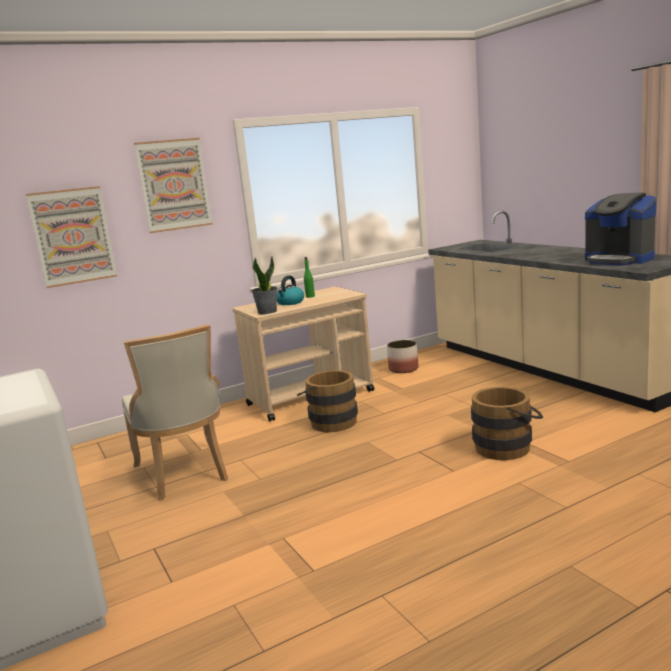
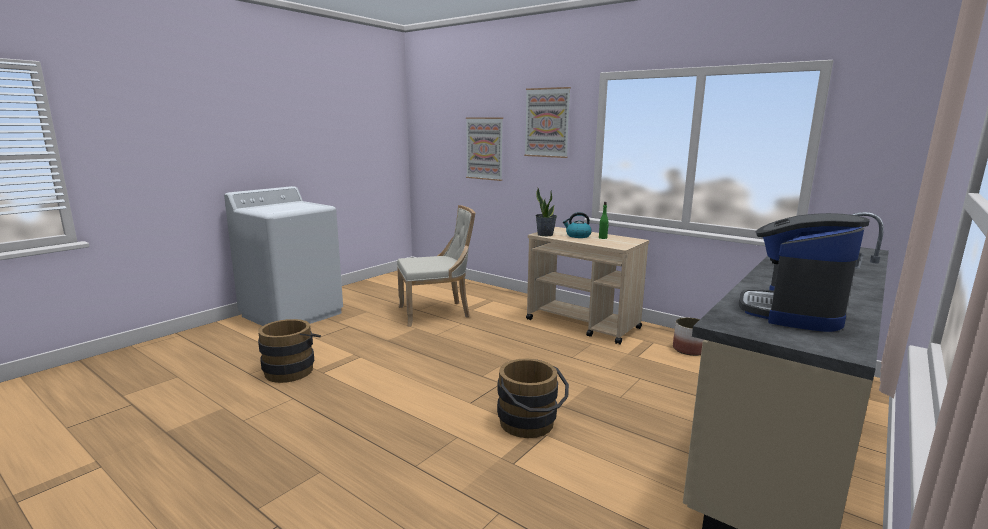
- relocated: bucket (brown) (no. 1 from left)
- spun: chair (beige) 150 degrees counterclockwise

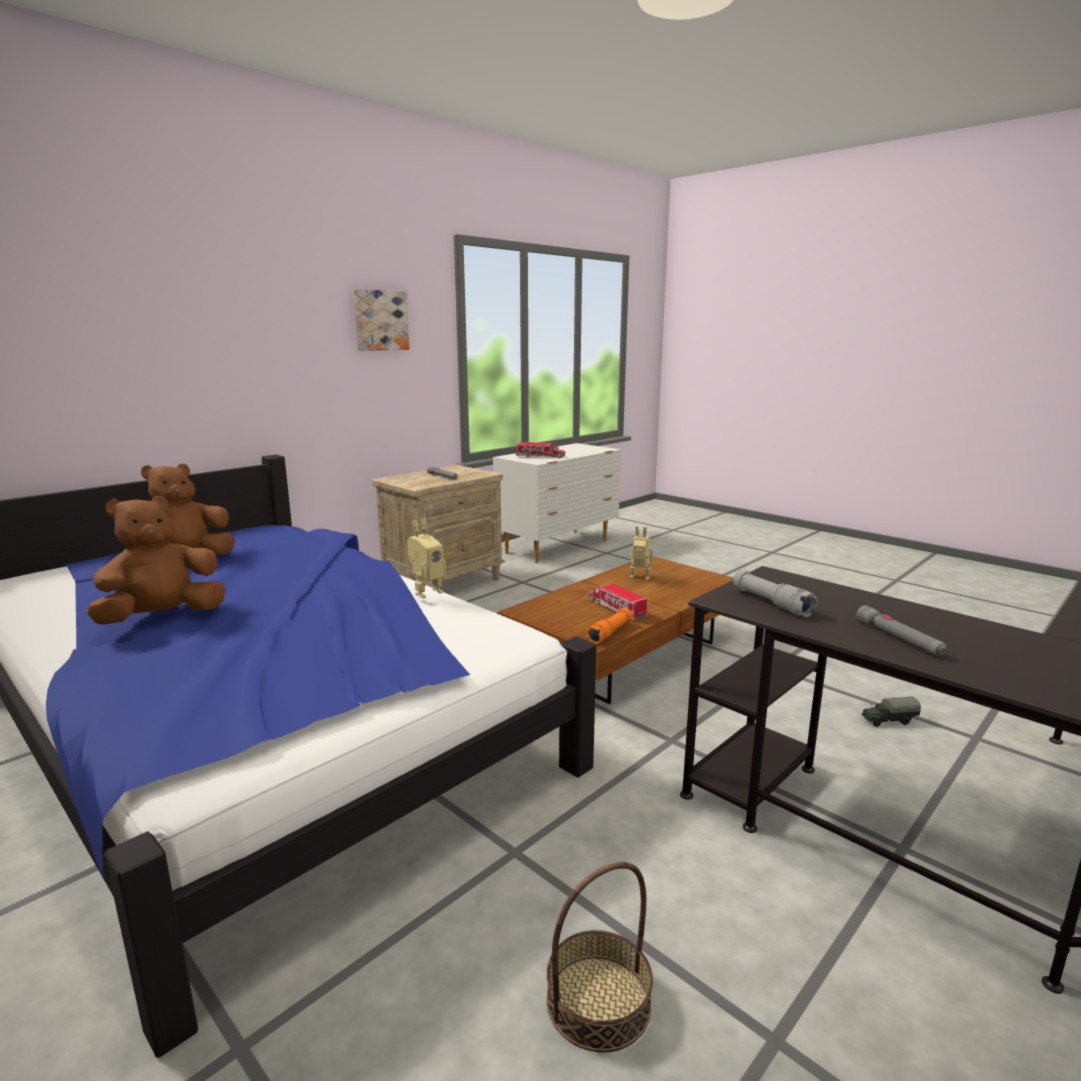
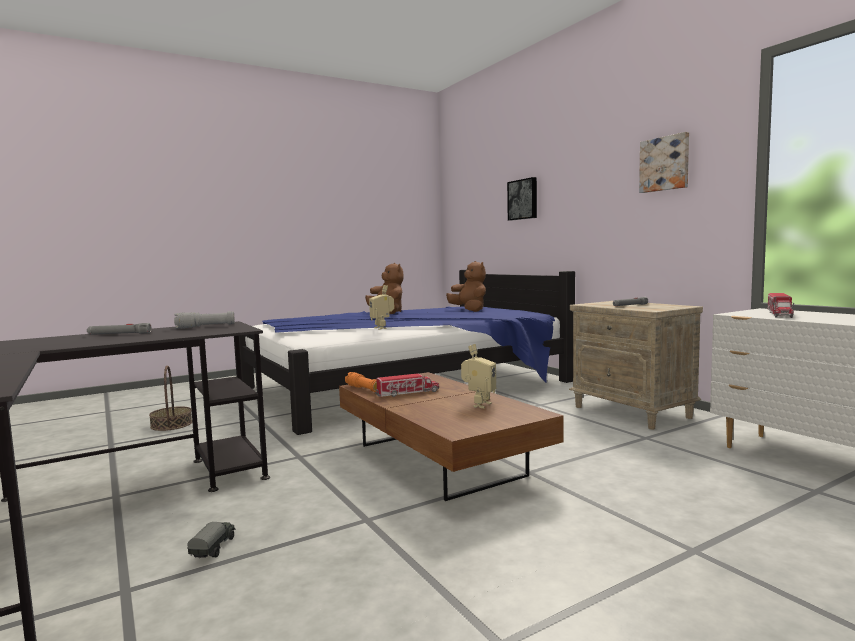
- appeared: picture (no. 1 from left)

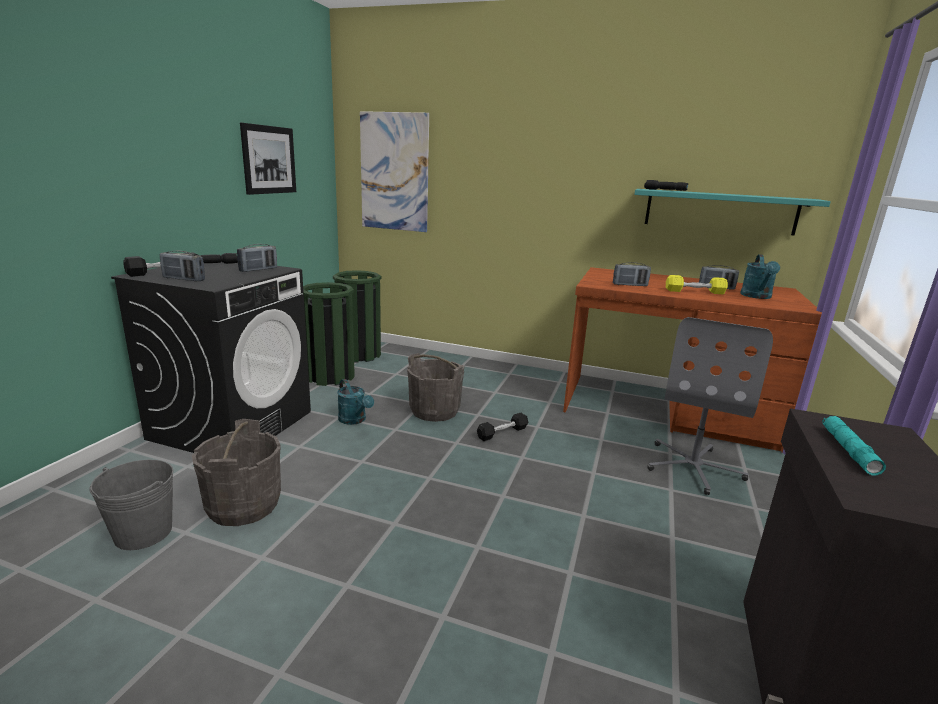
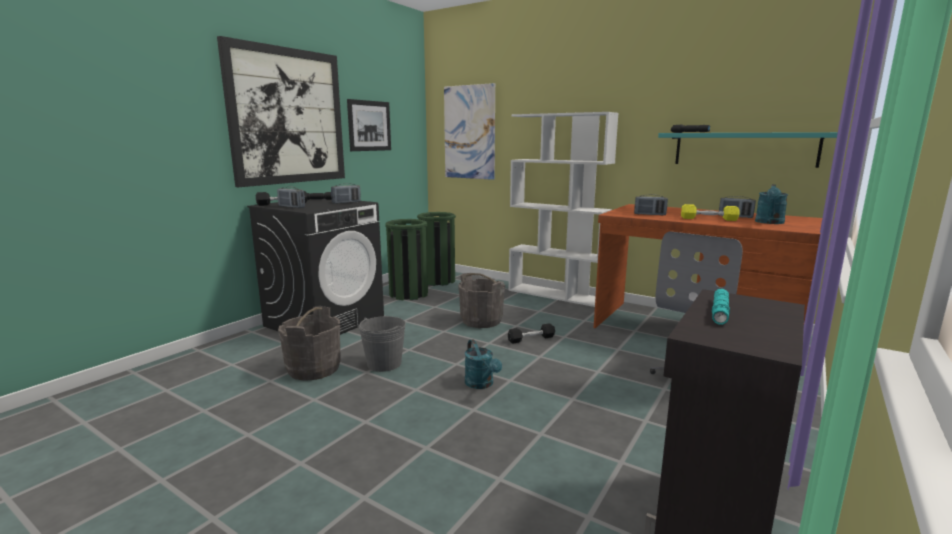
- appeared: picture (no. 1 from left)
- relocated: bucket (grey) (no. 1 from left in the first image) to bucket (grey) (no. 2 from left)
- relocated: watering can (turquoise) (no. 1 from left)
- appeared: bookcase (white)

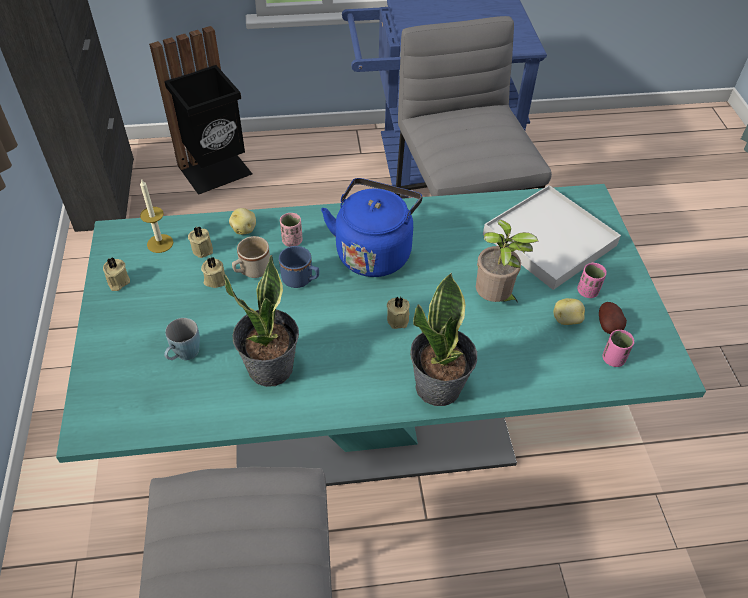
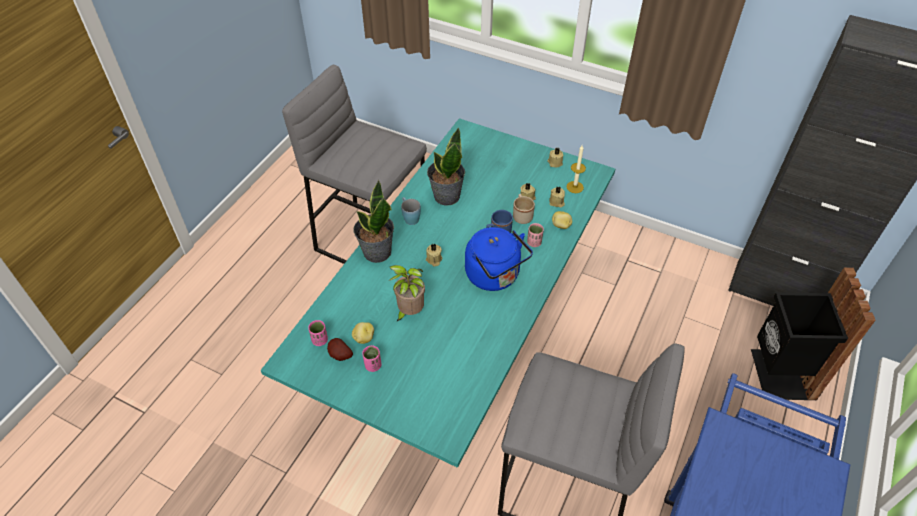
- relocated: mug (blue) (no. 1 from left)
- missing: tray (white)

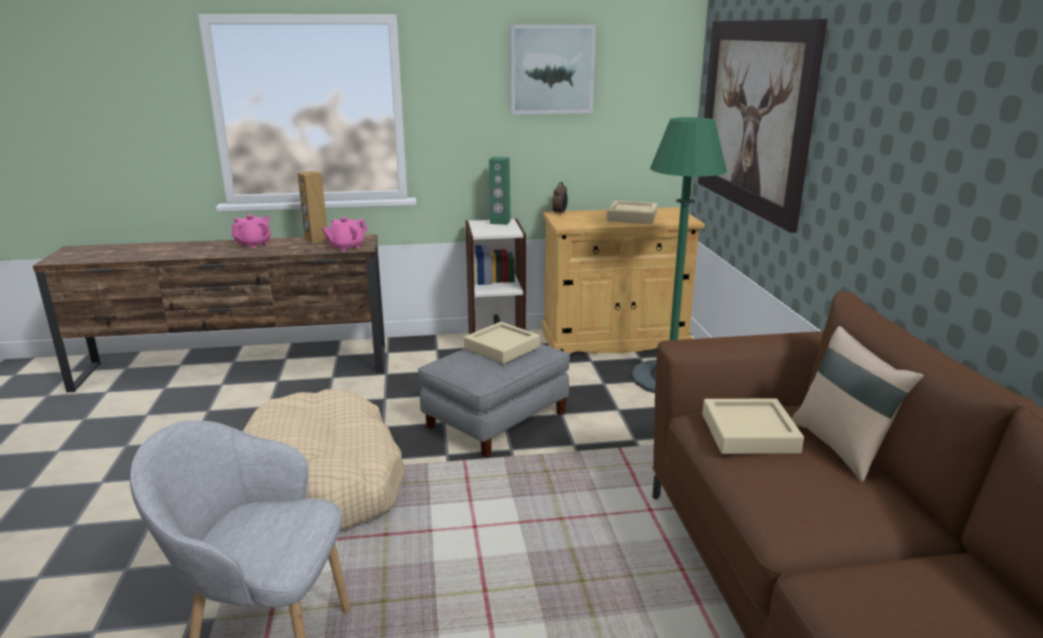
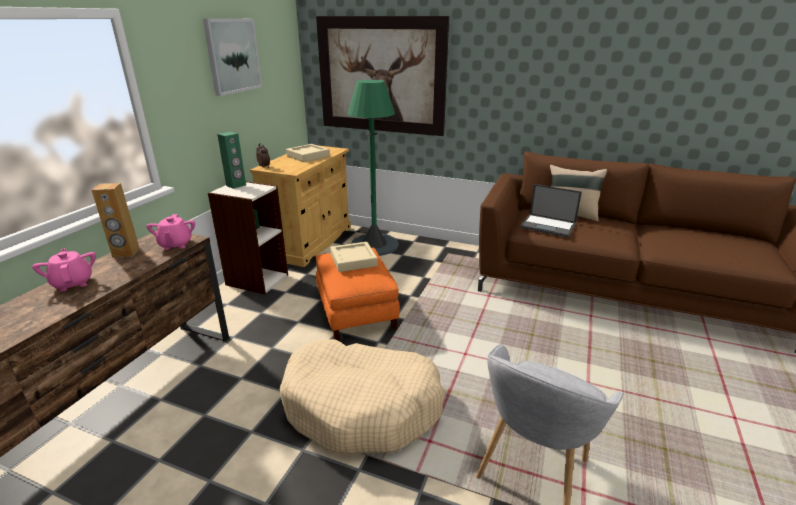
- colour: ottoman (grey) to ottoman (orange)
- exchanged: tray (beige) (no. 3 from left) to laptop

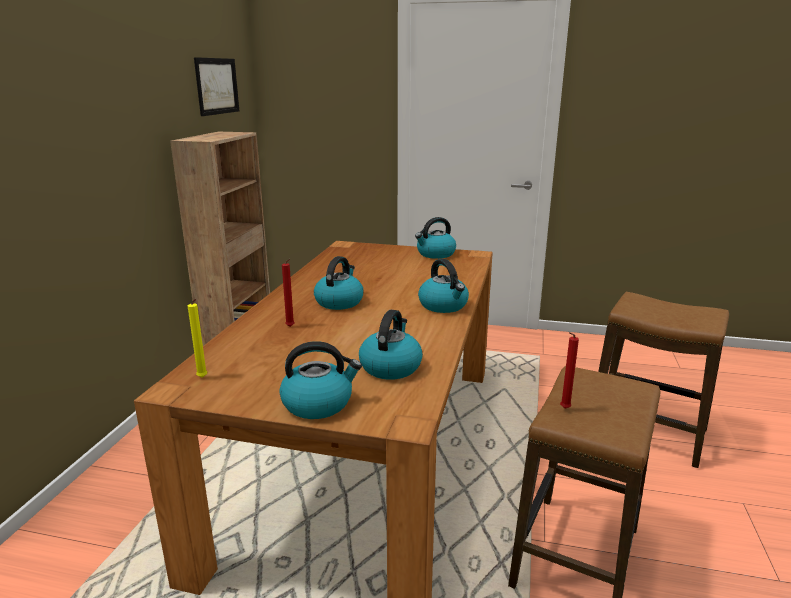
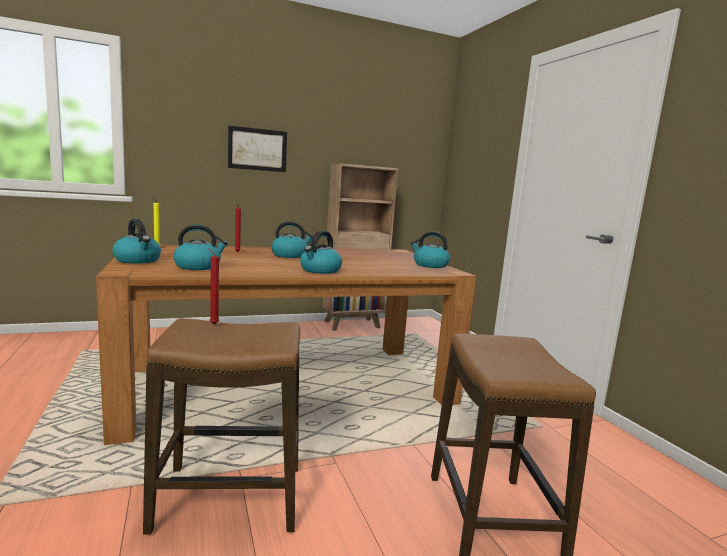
- relocated: picture

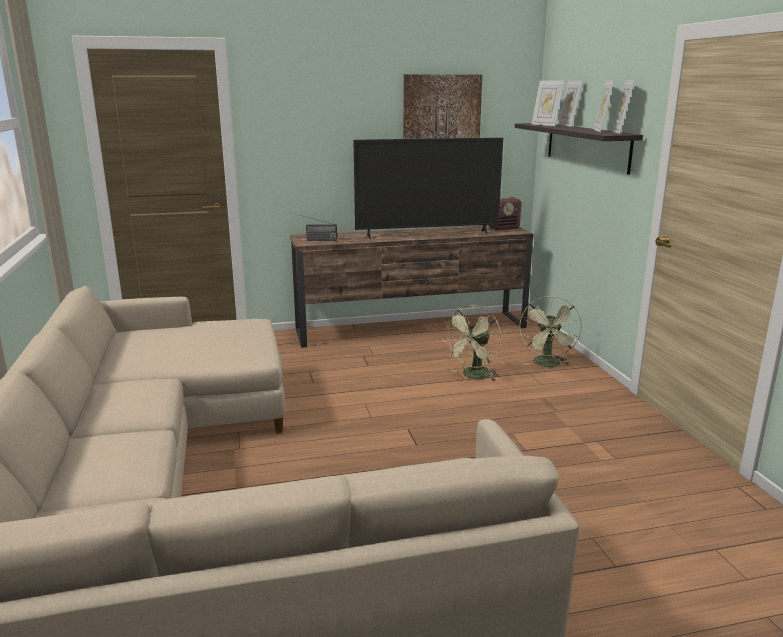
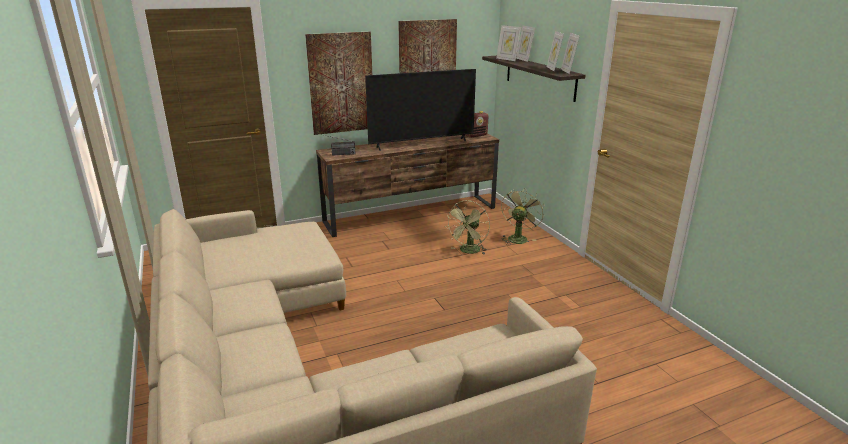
- appeared: picture (no. 1 from left)
- spun: fan (green) (no. 2 from left) 150 degrees counterclockwise

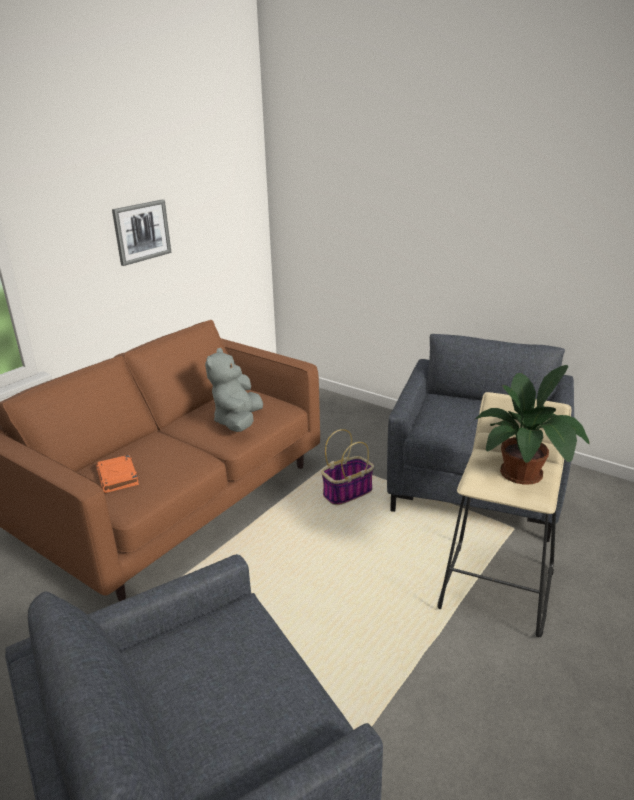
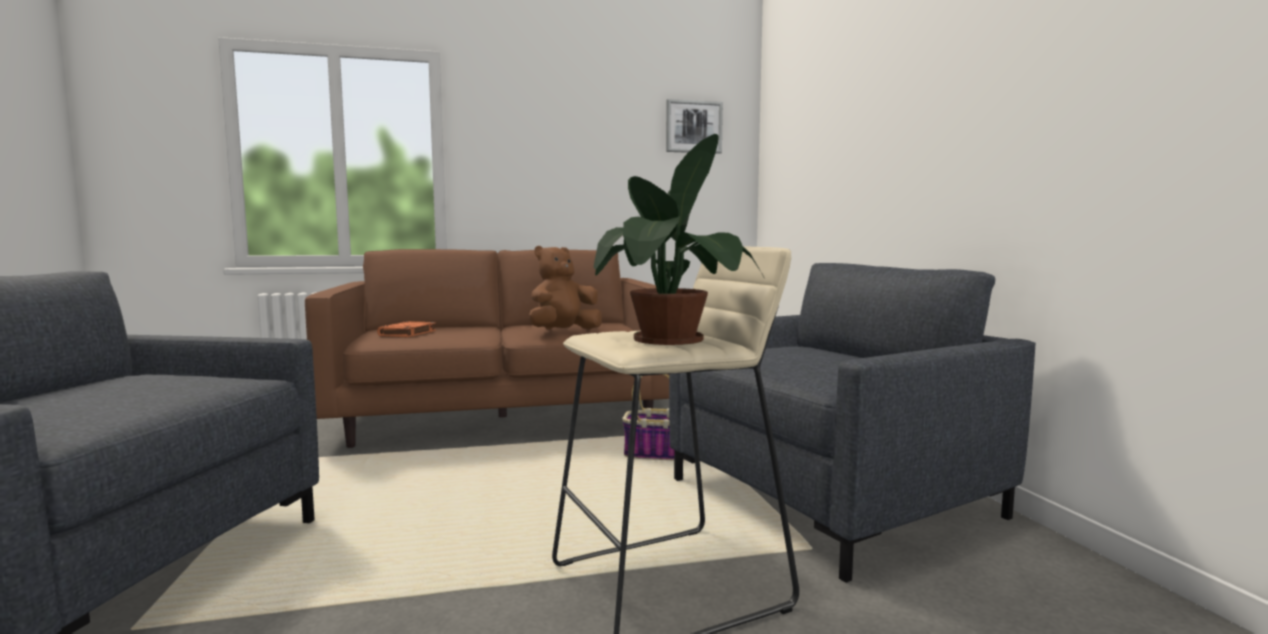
- colour: plush toy (grey) to plush toy (brown)
- relocated: picture

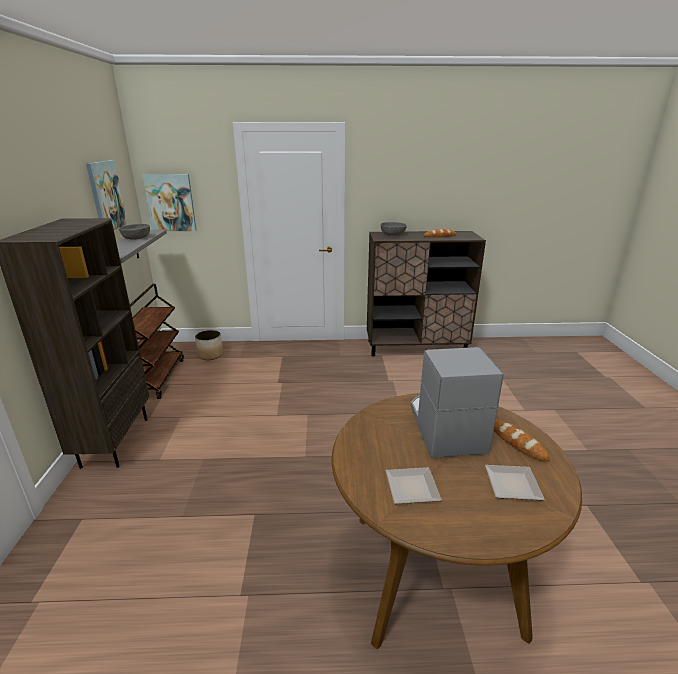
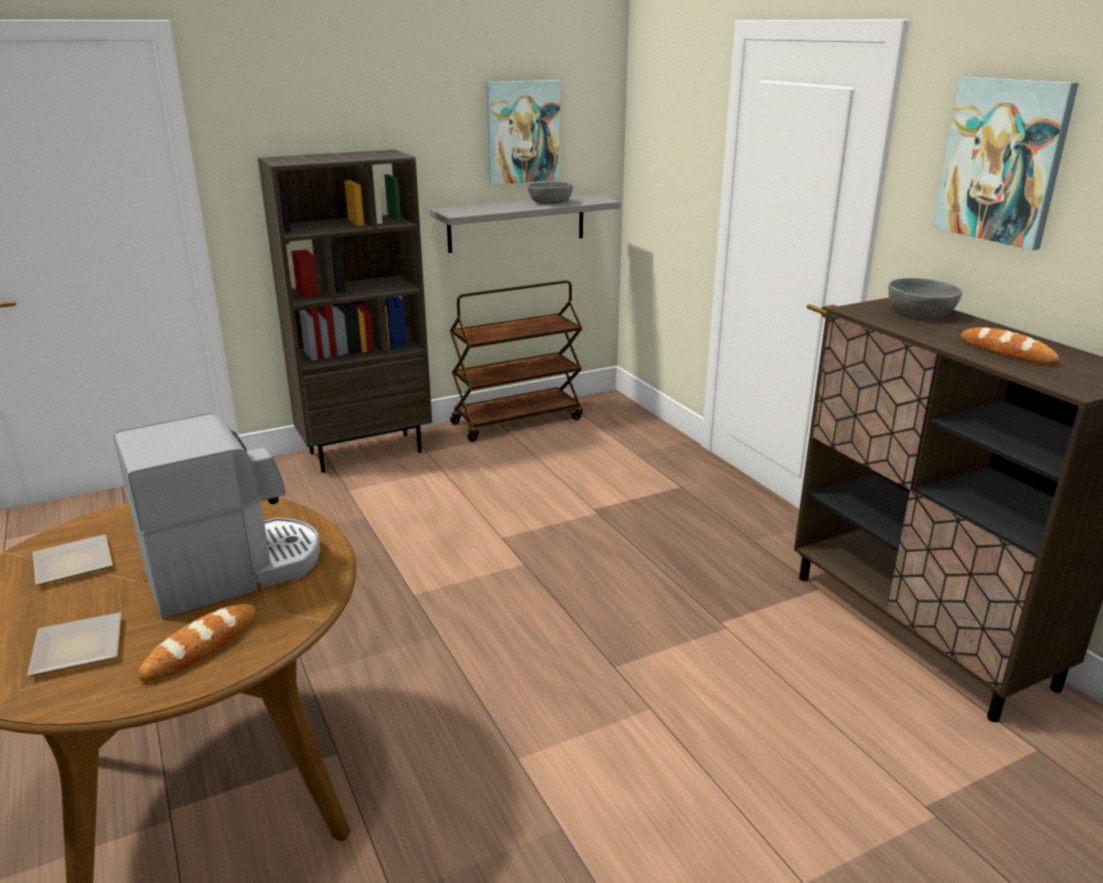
- relocated: picture (no. 2 from left)
- missing: planter

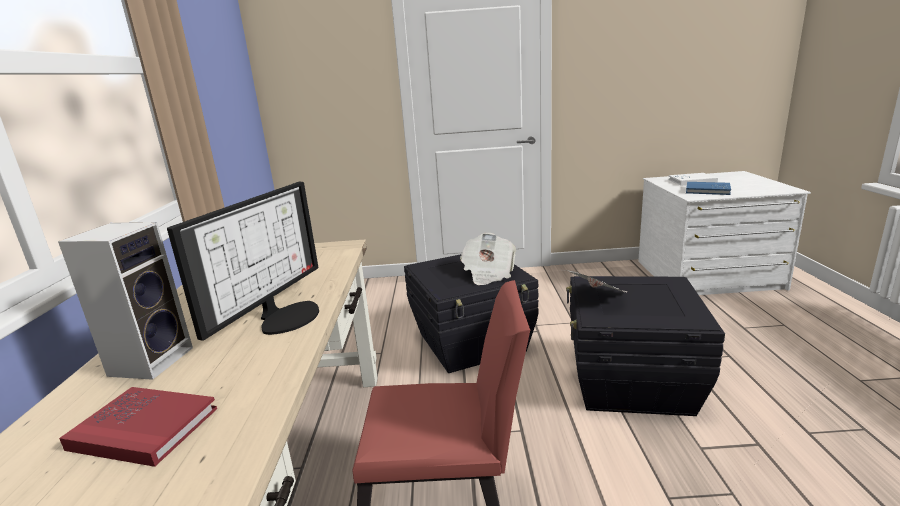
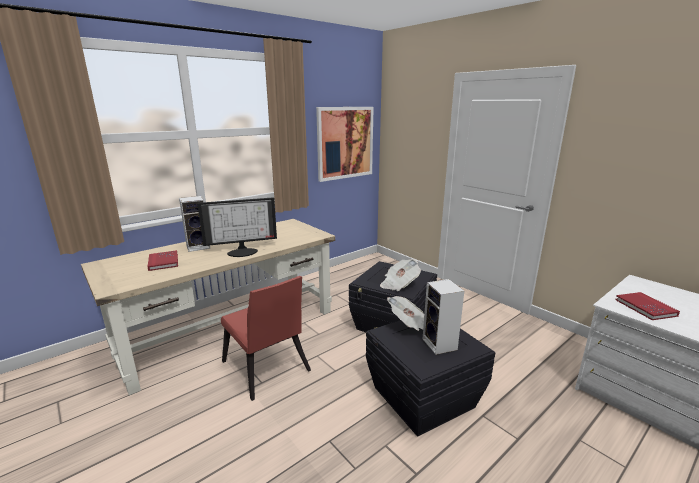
- appeared: picture
- appeared: speaker (no. 2 from left)
- colour: book (blue) to book (red) (no. 2 from left)
- missing: book (white)

